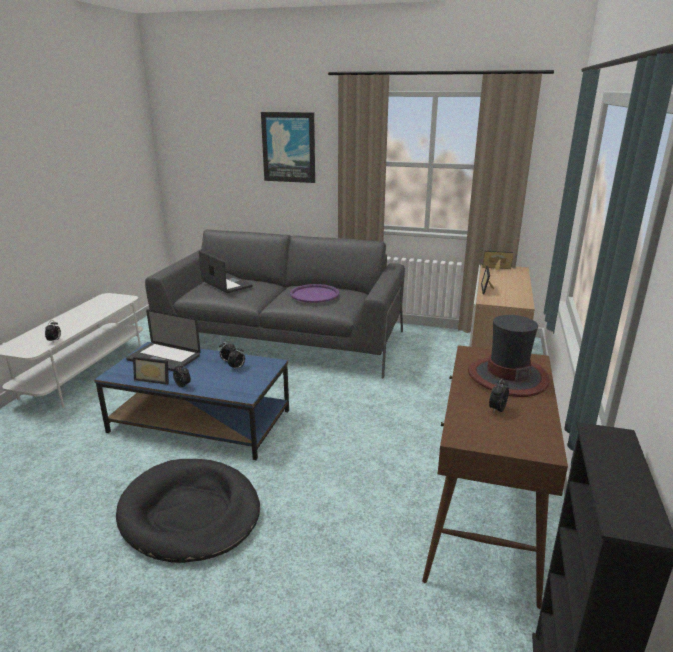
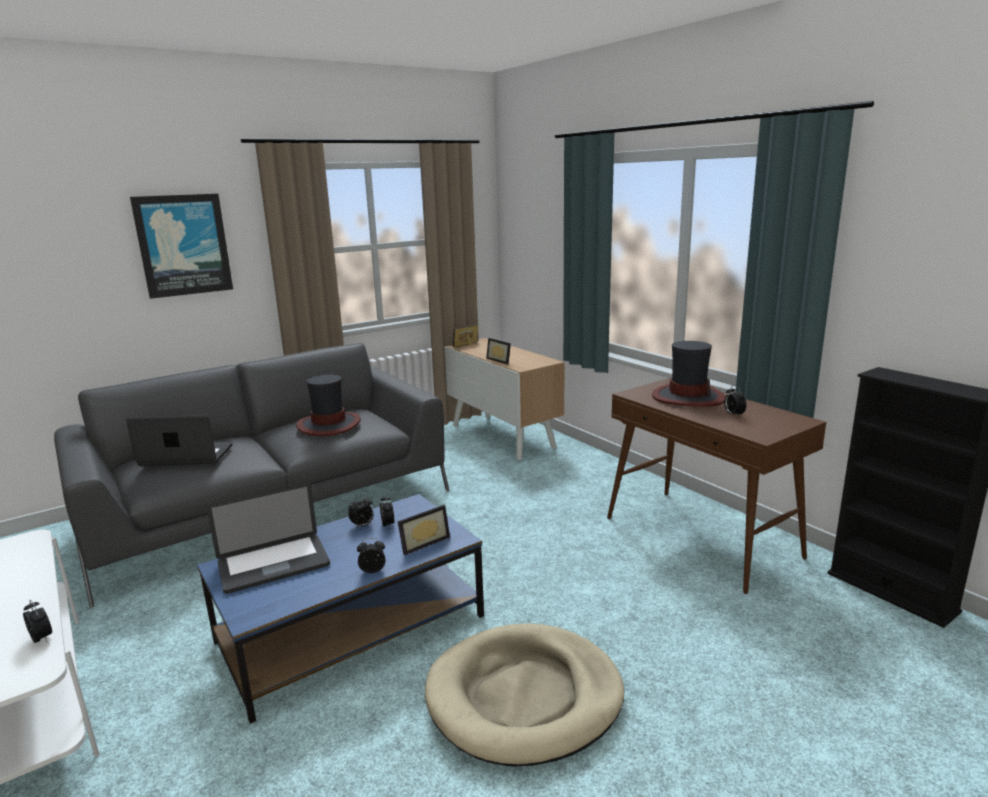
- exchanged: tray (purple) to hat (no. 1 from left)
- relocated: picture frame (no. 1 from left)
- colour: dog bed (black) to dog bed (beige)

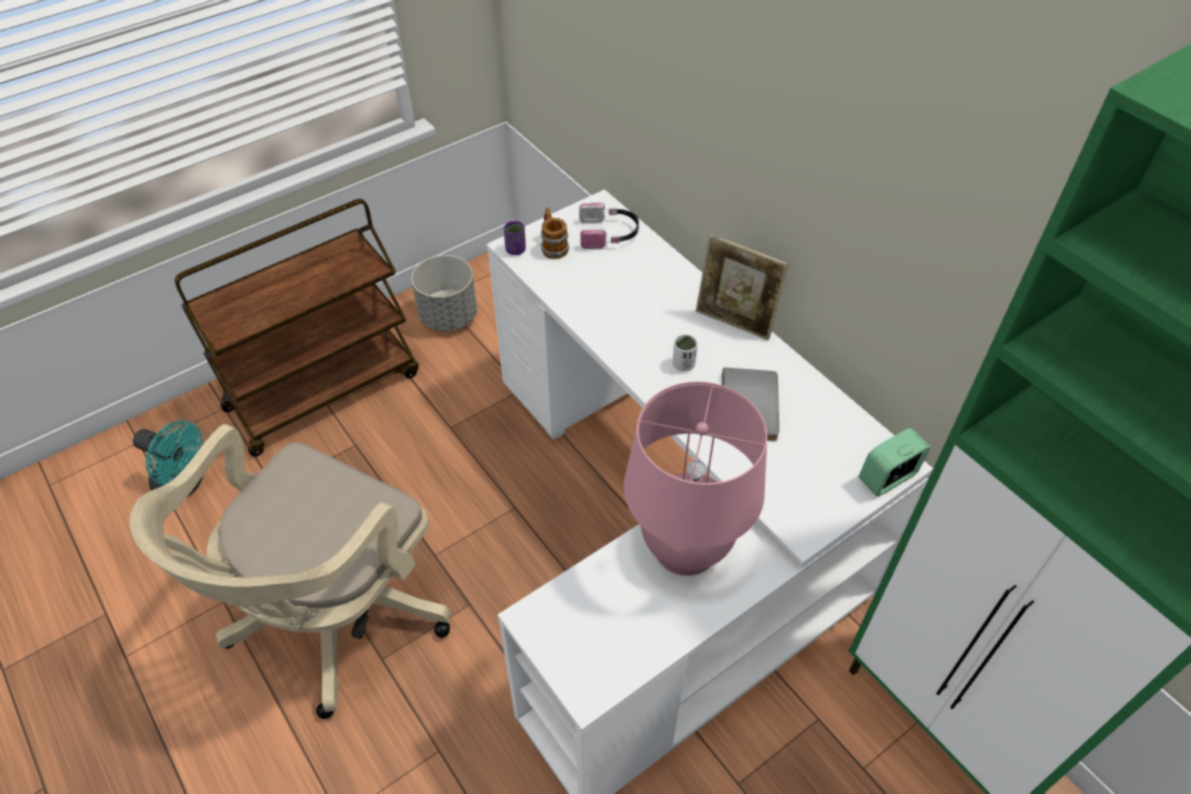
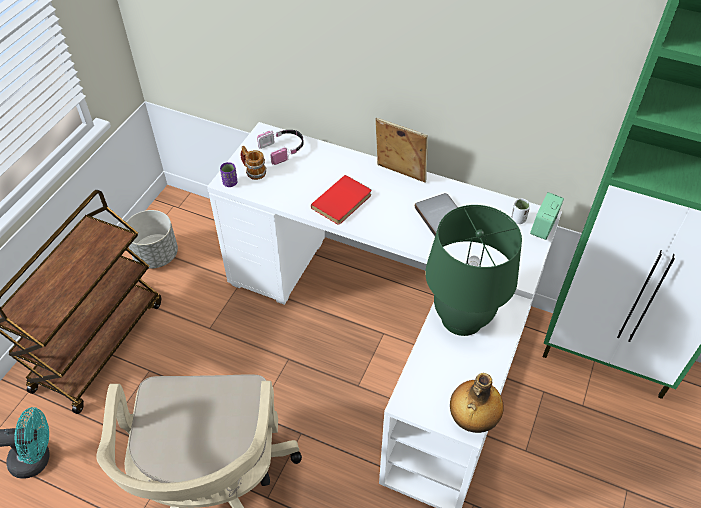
- appeared: book (red)
- spun: picture frame 150 degrees counterclockwise
- colour: table lamp (pink) to table lamp (green)
- appeared: bottle
- relocated: cup (white)

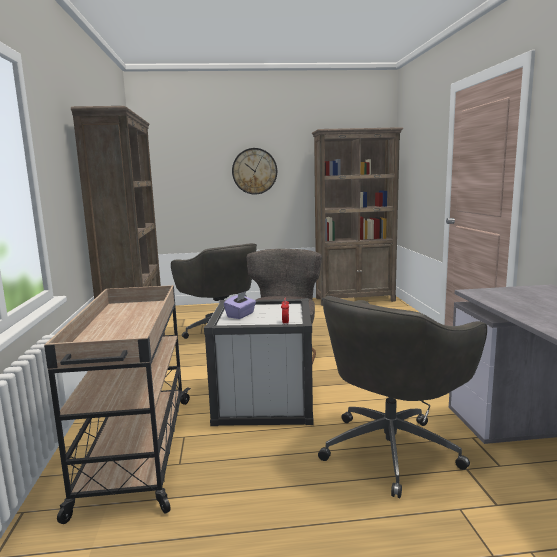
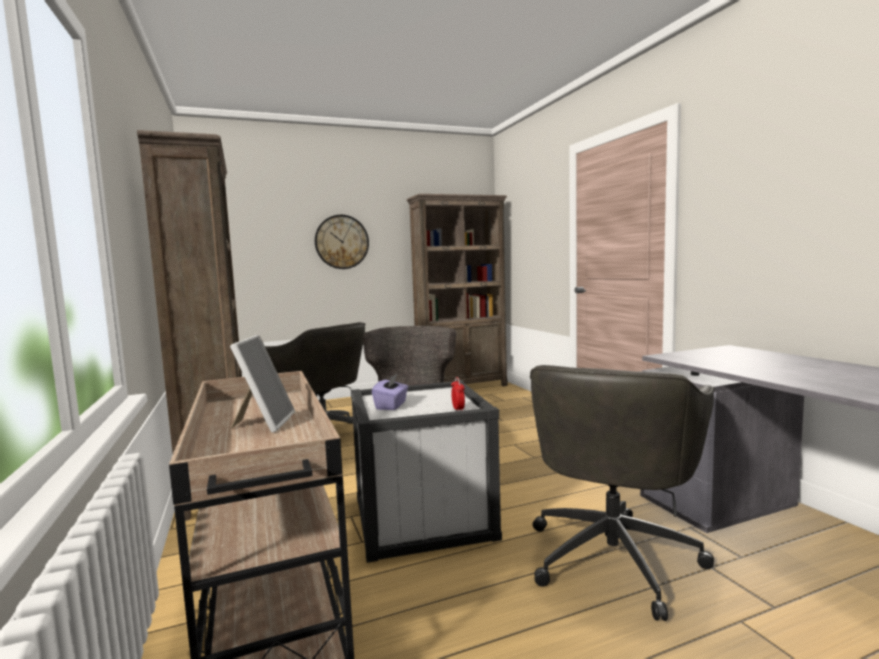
- appeared: picture frame

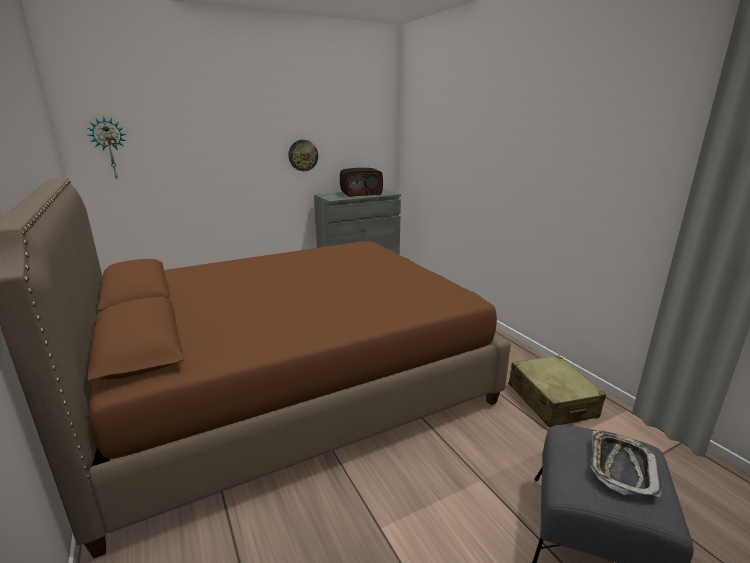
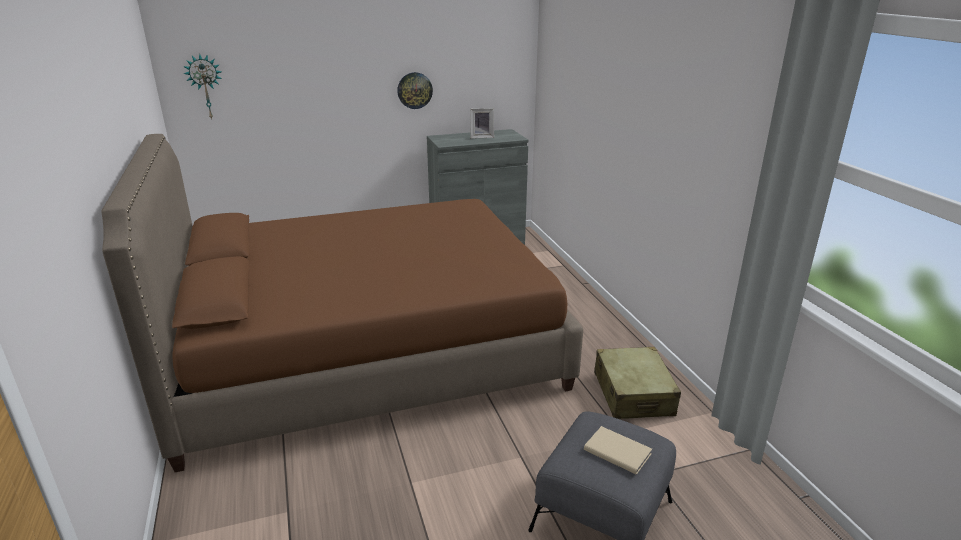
- exchanged: radio to picture frame
- exchanged: tray to book (beige)

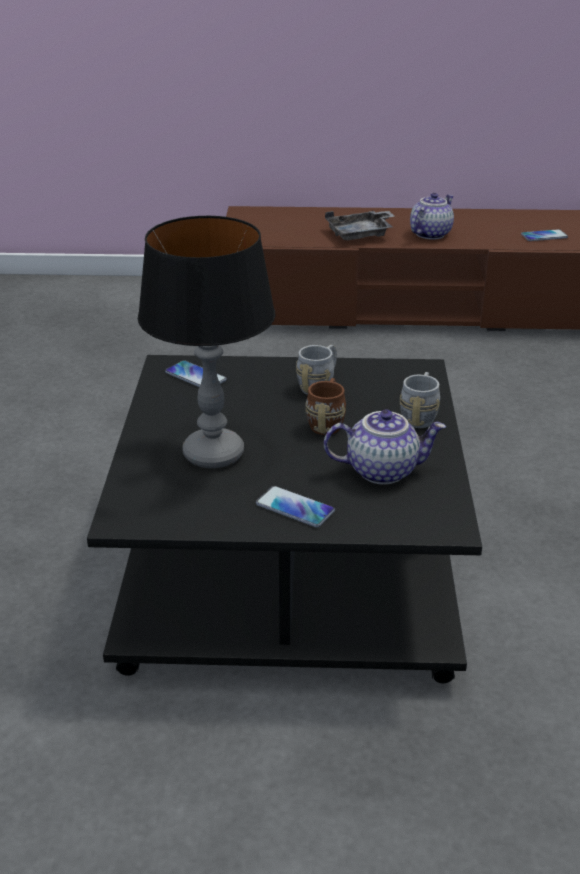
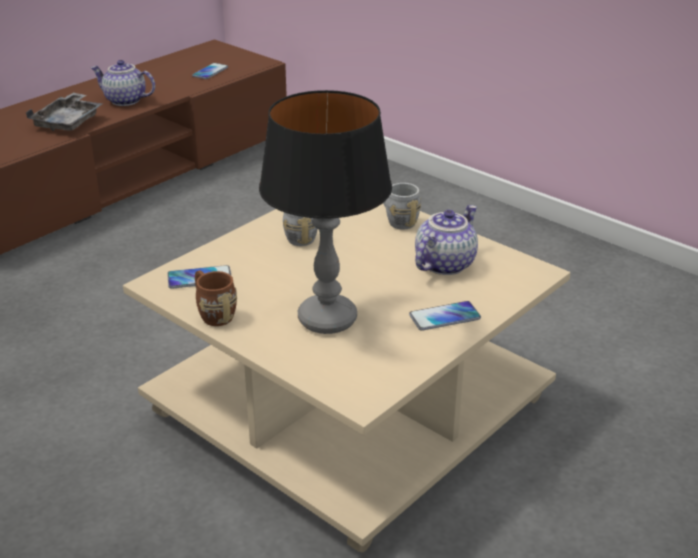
- spun: teapot (no. 2 from left in the first image) 60 degrees counterclockwise
- colour: coffee table (black) to coffee table (beige)
- relocated: mug (brown)

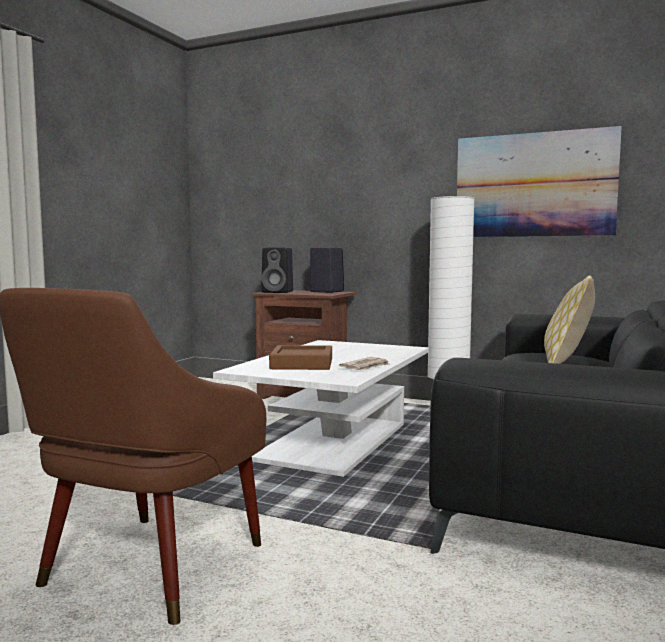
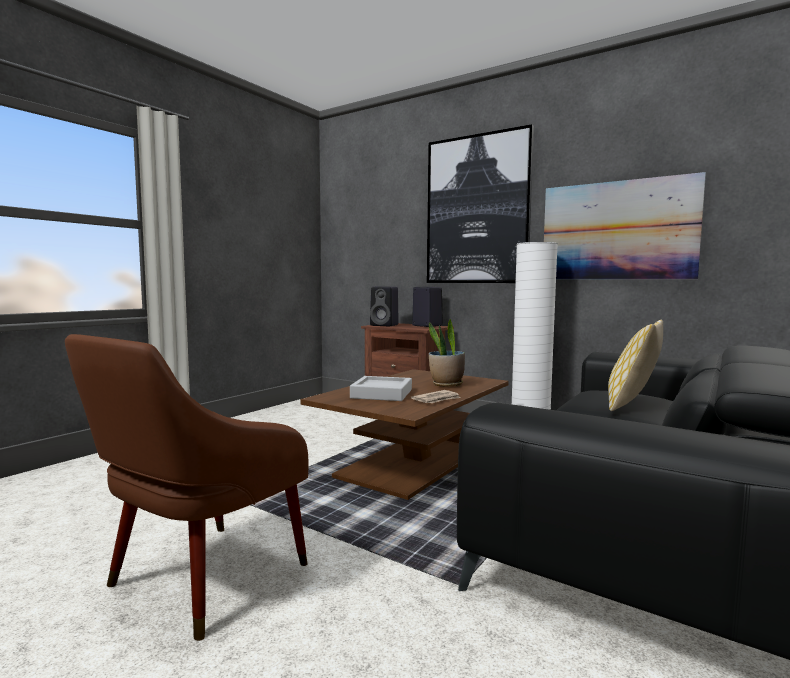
- colour: coffee table (white) to coffee table (brown)
- colour: tray (brown) to tray (grey)
- appeared: picture (no. 1 from left)
- appeared: potted plant

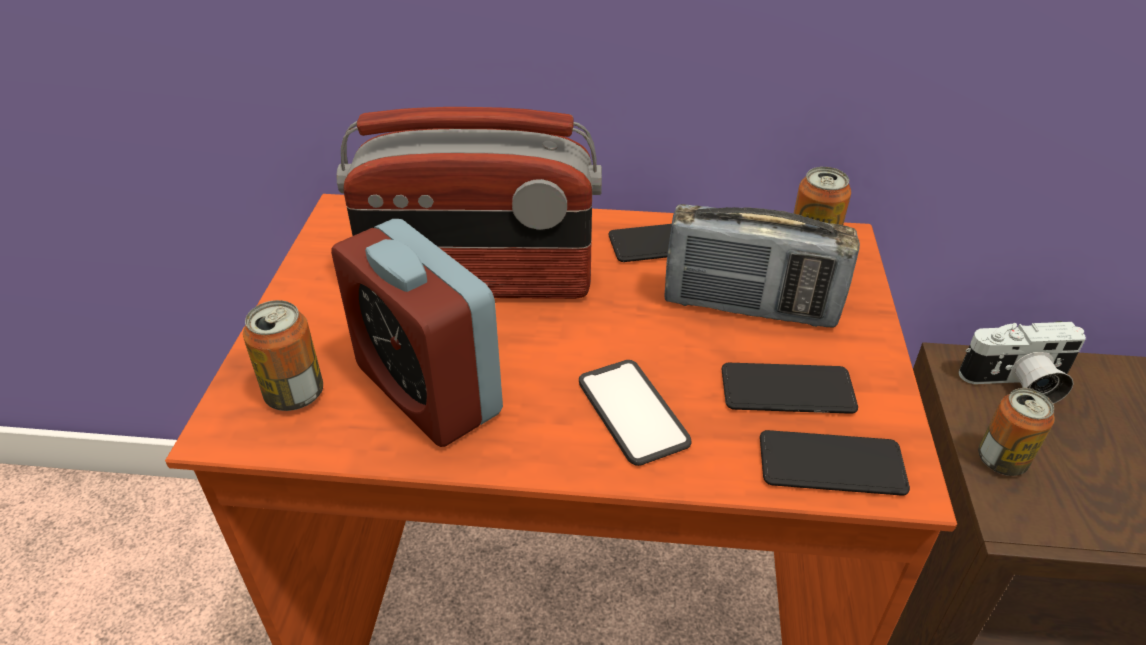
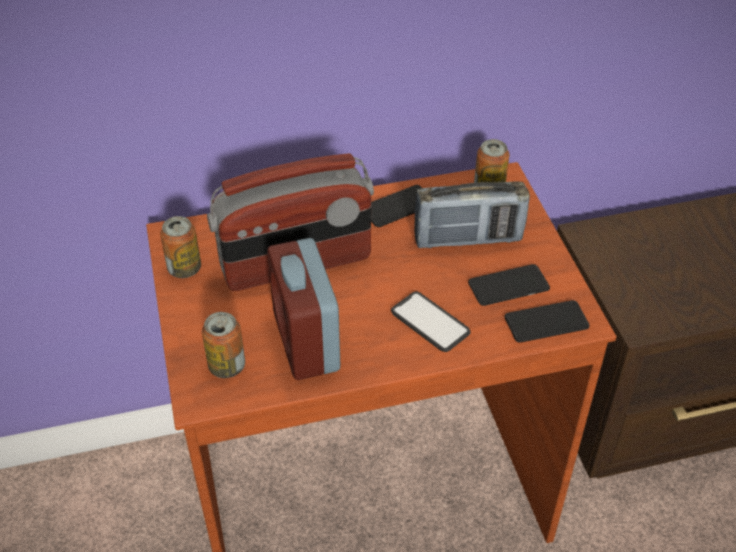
- relocated: can (no. 3 from left in the first image) to can (no. 1 from left)
- spun: alarm clock 45 degrees clockwise
- missing: photo camera

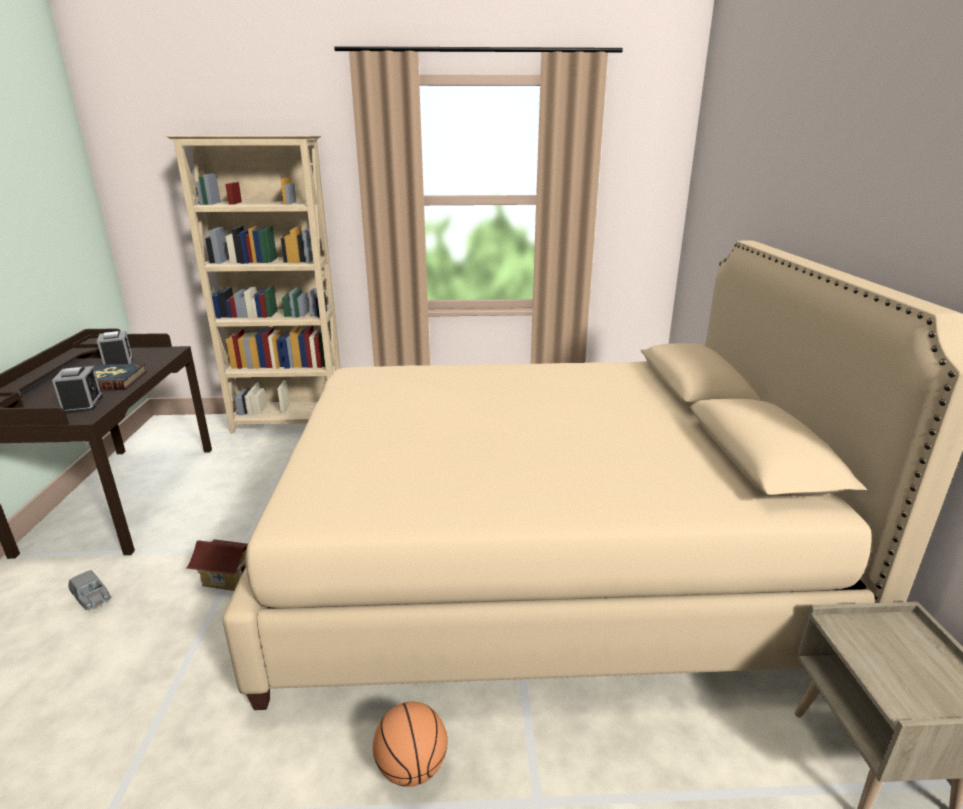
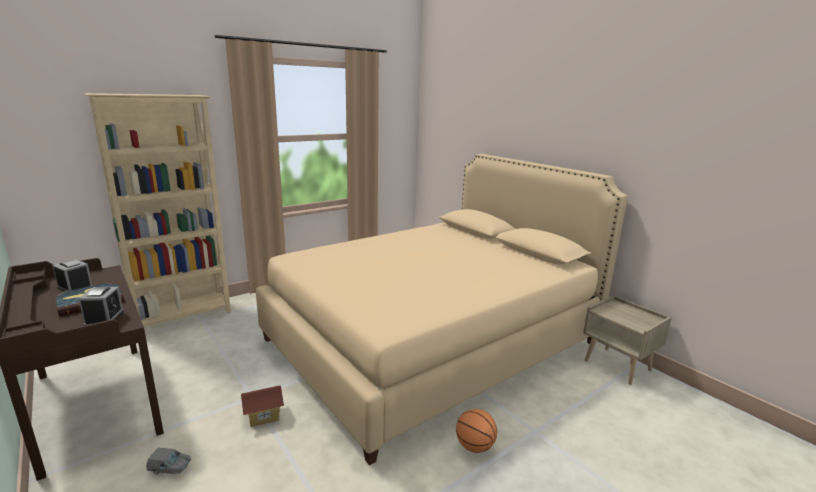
- spun: alarm clock (no. 1 from left in the first image) 45 degrees clockwise

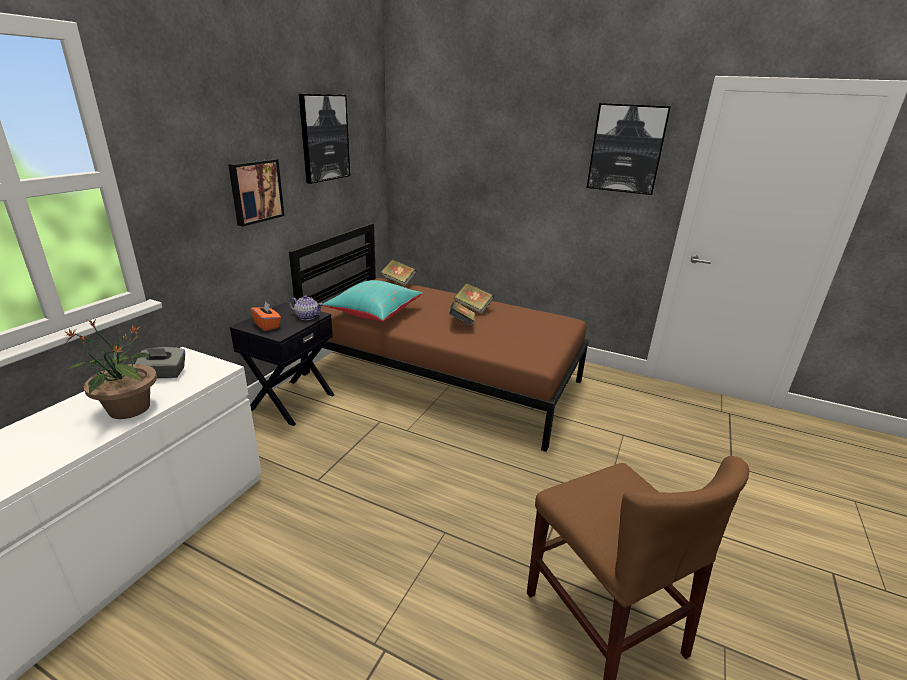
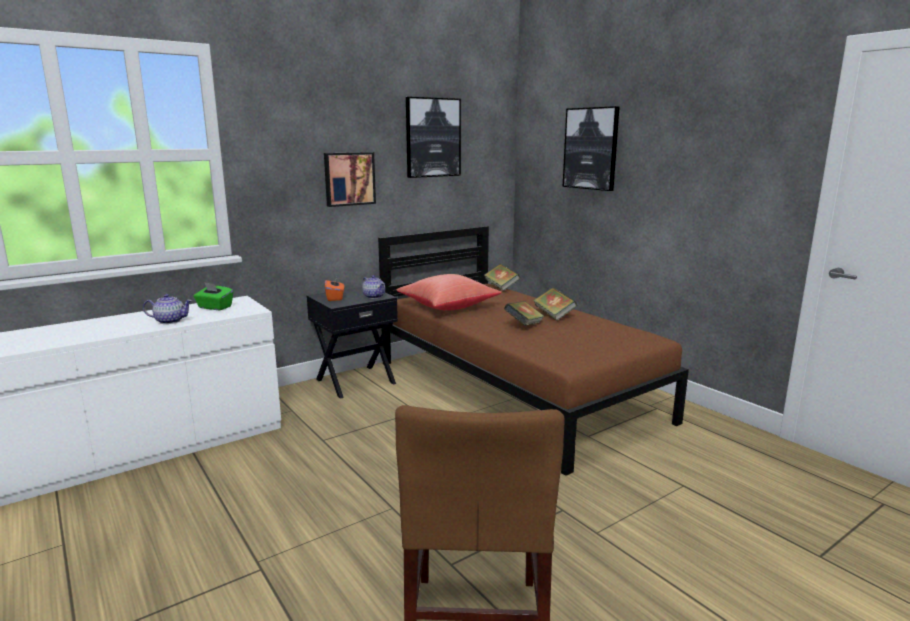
- exchanged: potted plant to teapot (no. 1 from left)
- colour: tissue box (grey) to tissue box (green)
- colour: pillow (turquoise) to pillow (red)
- relocated: picture (no. 3 from left)

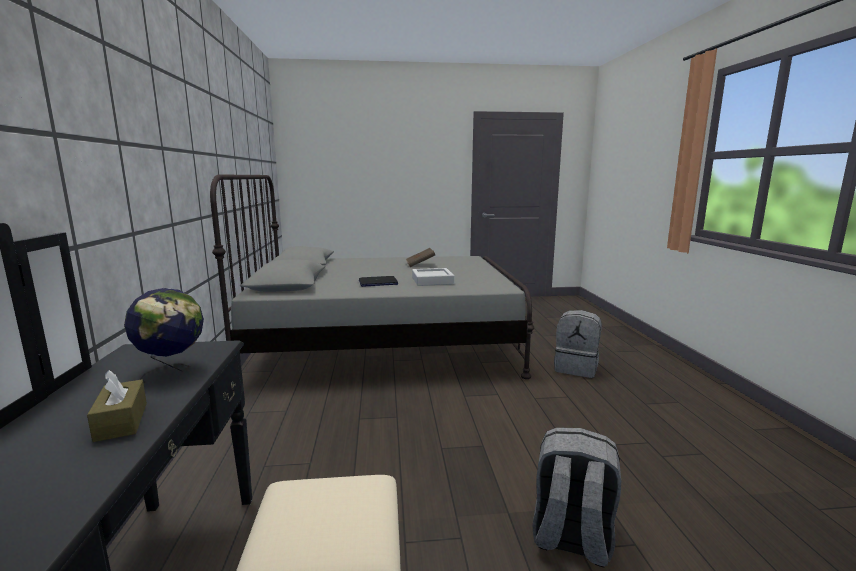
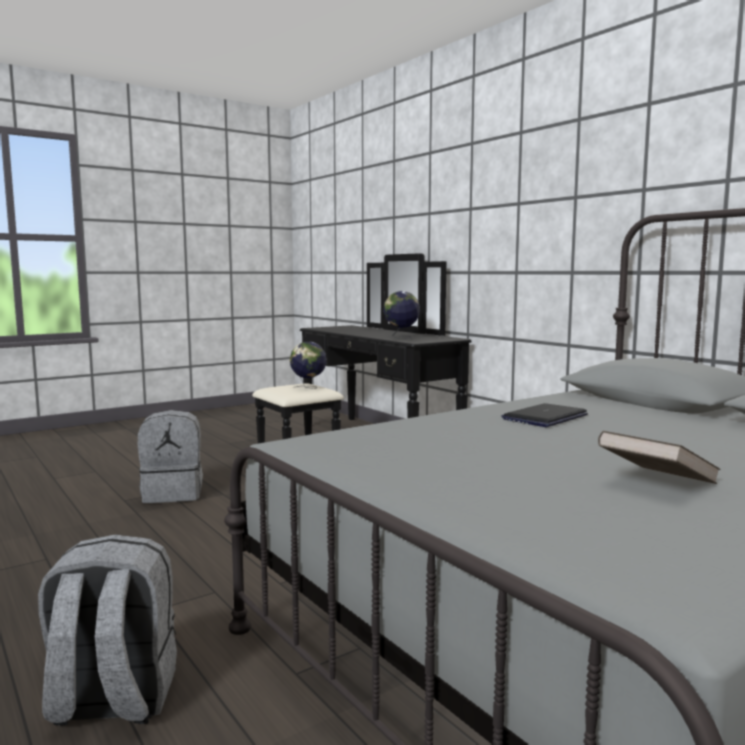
- appeared: globe (no. 1 from left)
- missing: tissue box (brown)
- missing: tray (grey)

